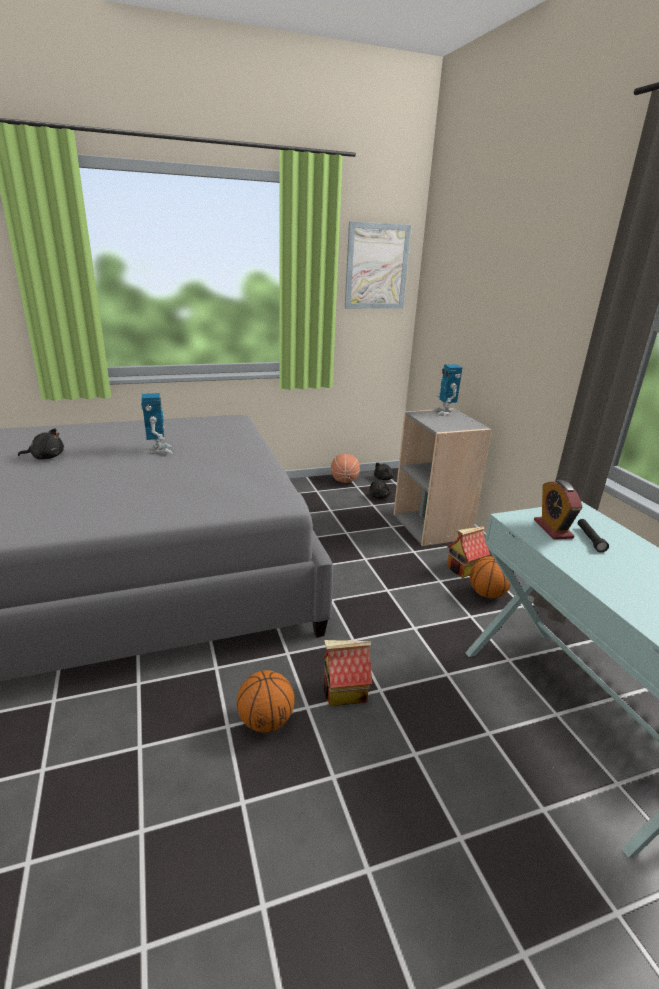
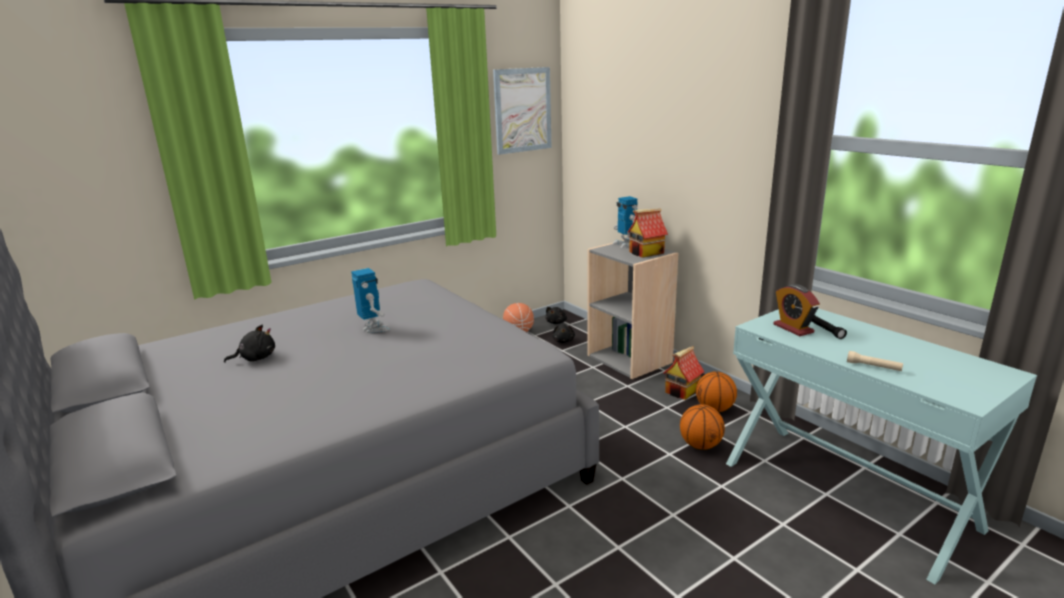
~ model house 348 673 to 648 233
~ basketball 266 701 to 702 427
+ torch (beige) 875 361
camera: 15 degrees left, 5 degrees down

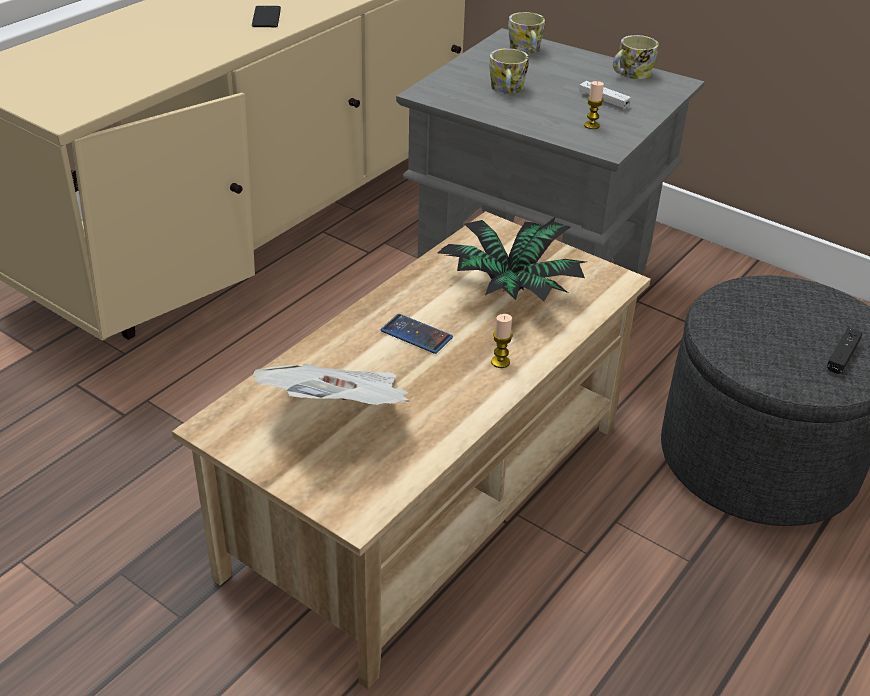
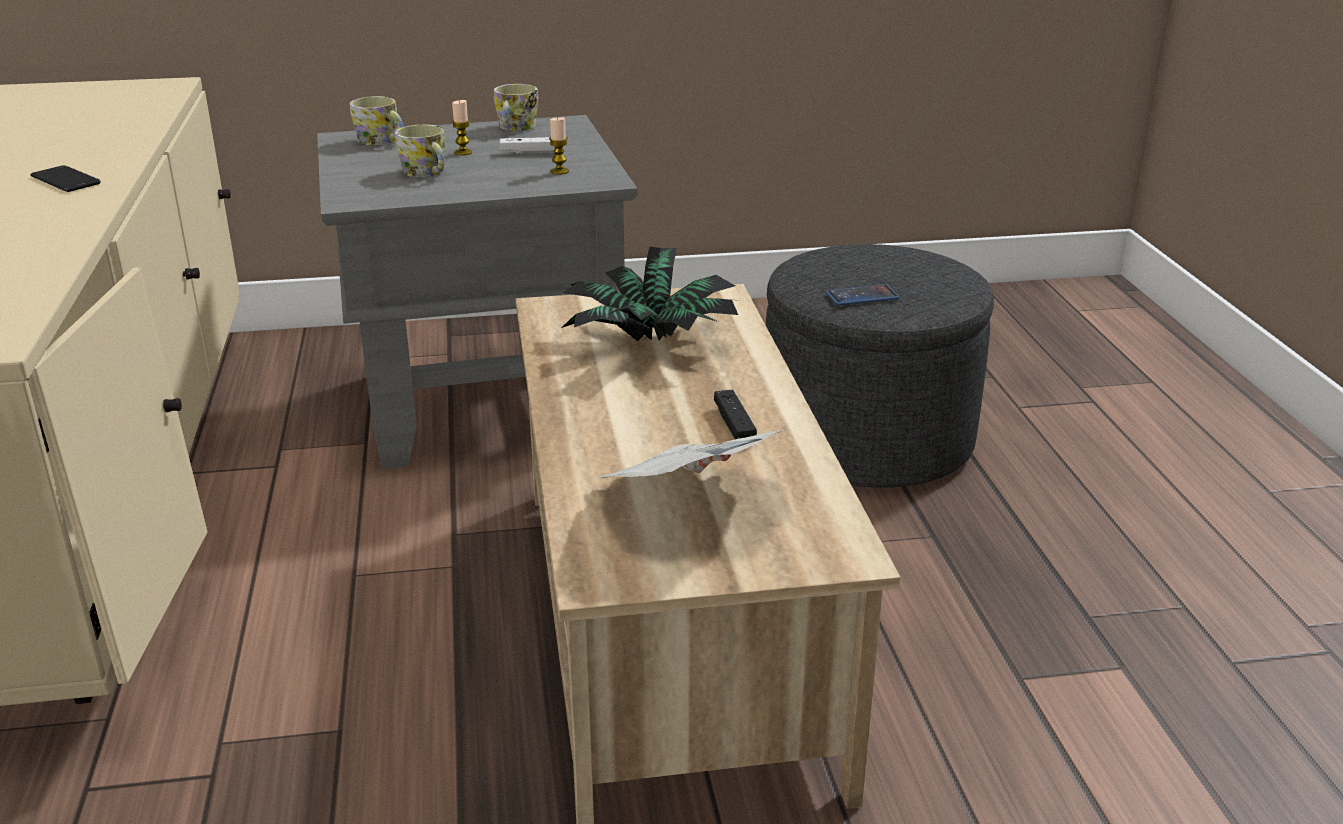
~ handset 417 334 to 862 295
~ candle 502 341 to 462 128
~ game controller (black-coloured) 845 350 to 735 414
camera: 45 degrees left, 10 degrees down

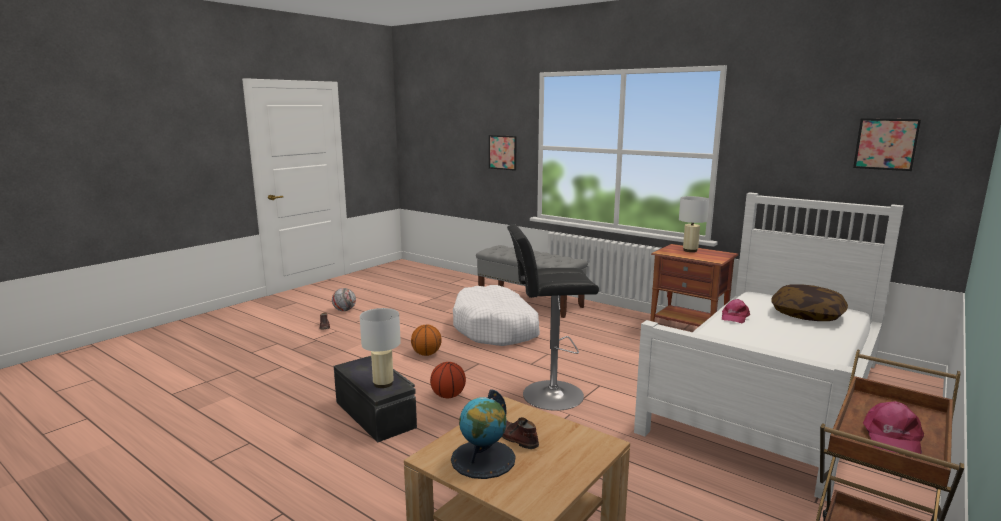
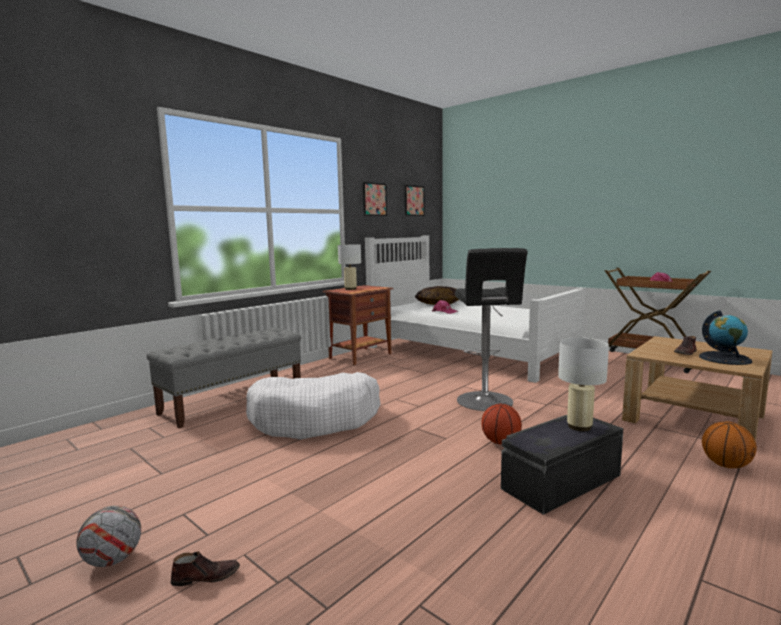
~ picture 502 153 to 375 199
~ basketball 426 340 to 729 445
camera: 85 degrees left, 5 degrees down

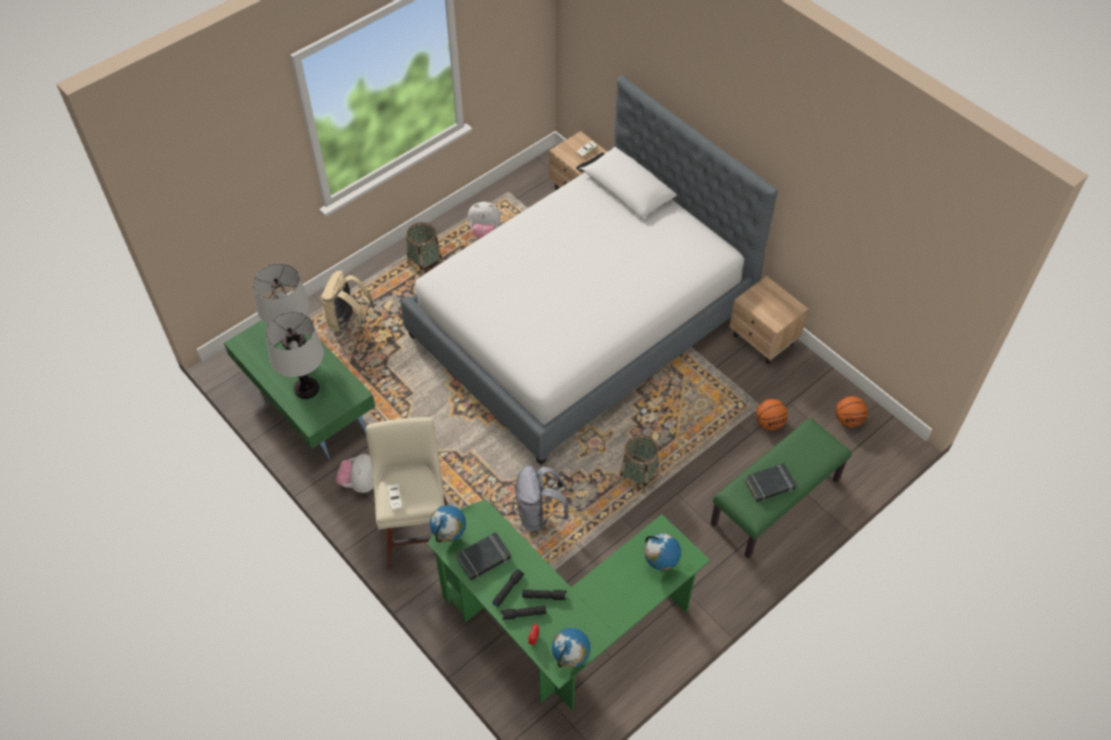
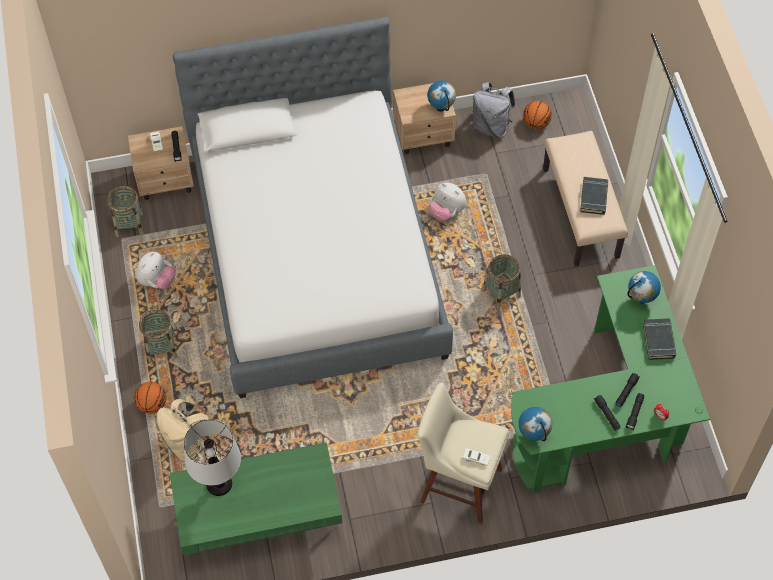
- lamp for a table 294 355
~ basketball 772 414 to 150 398
~ indoor bench (green-coloured) 781 488 to indoor bench (beige) 585 198
~ cuddly toy 355 473 to 447 201
~ knapsack (gray) 542 498 to 494 110
~ bound book (black-coloured) 483 556 to 659 339
~ desk globe 571 648 to 441 96
+ household basket 125 211
camera: 60 degrees left, 5 degrees up

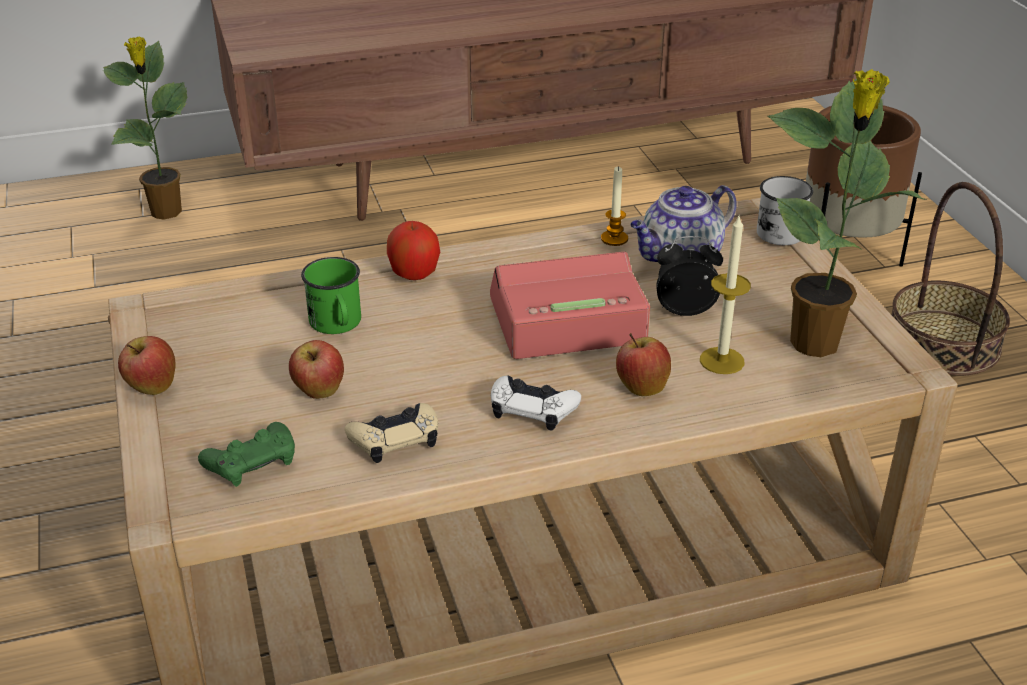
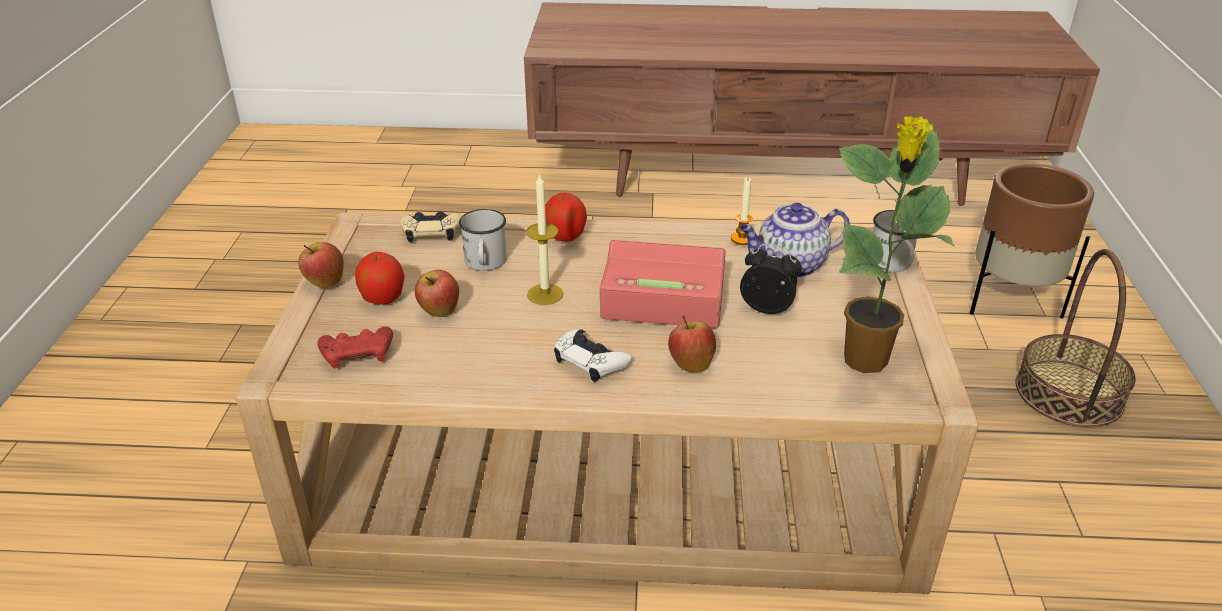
- potted plant 145 128
~ candle 725 295 to 544 239
~ coffee mug (green-coloured) 331 295 to coffee mug (white) 483 240
~ game controller (beige) 391 433 to 431 226
~ game controller (green-coloured) 246 454 to game controller (red) 355 347
+ apple 380 278
camera: 20 degrees right, 0 degrees up

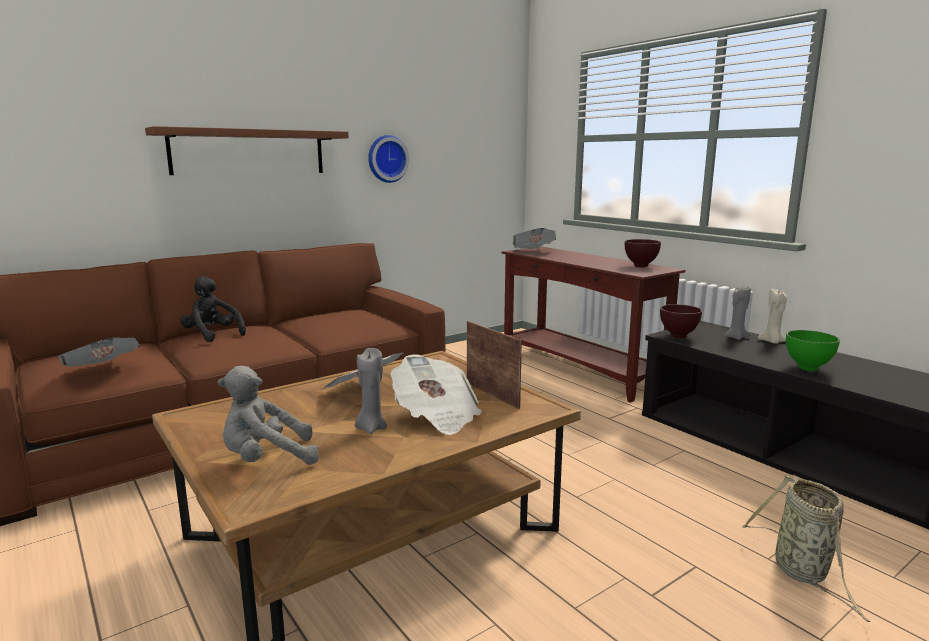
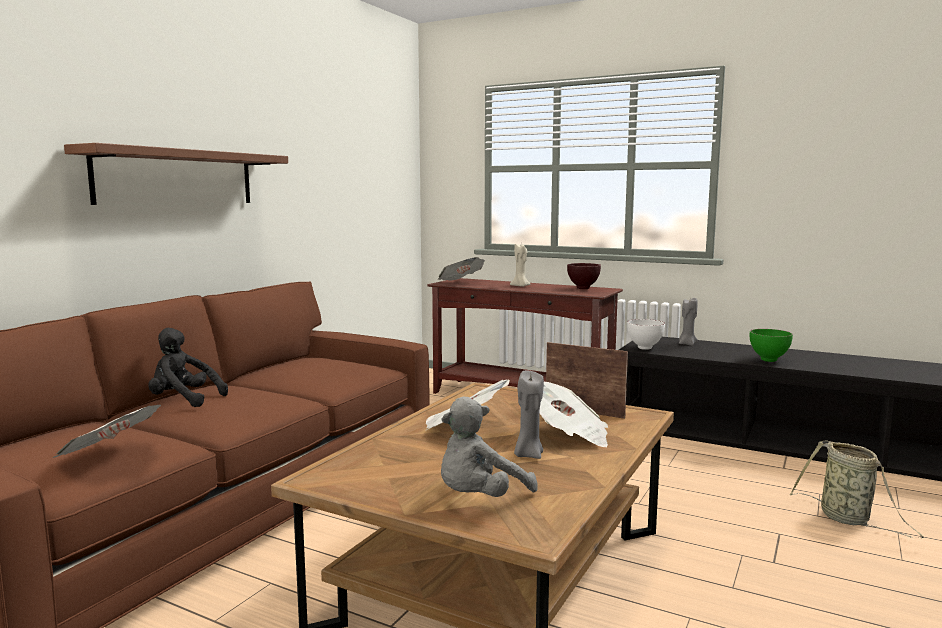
- clock on the wall 388 159
~ candle (beige) 772 316 to 520 265
~ deep dish (brown) 681 321 to deep dish (white) 646 334
camera: 25 degrees left, 5 degrees down

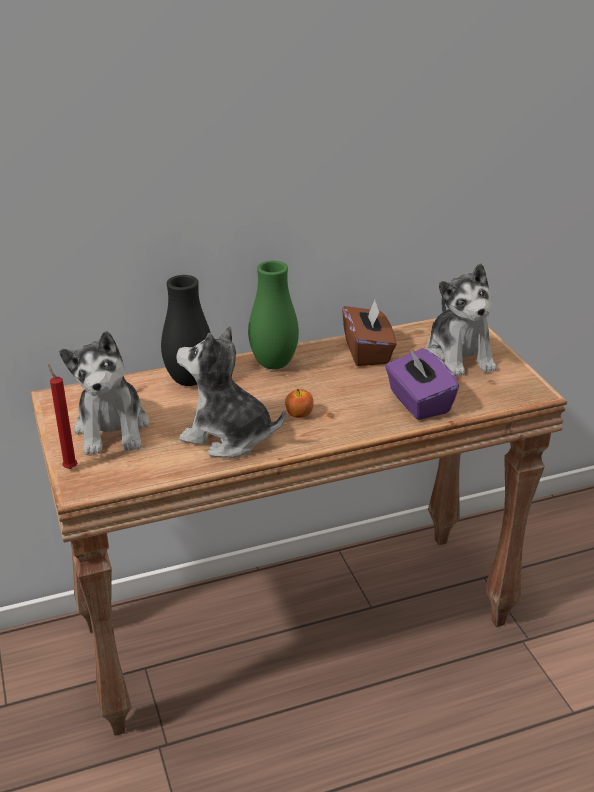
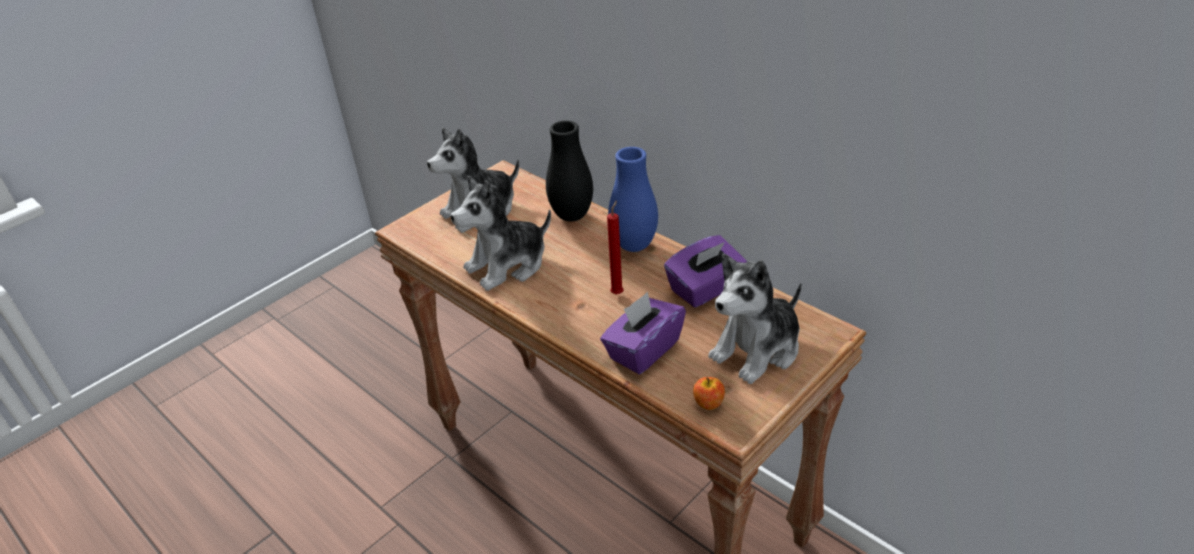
~ flower vase (green-coloured) 273 315 to flower vase (bluish) 633 199
~ tissue box (brown) 369 333 to tissue box (purple-coloured) 705 271
~ cuddly toy 231 392 = 500 233 120 degrees counterclockwise
~ candle (red) 62 416 to 615 247
~ apple 299 403 to 709 393
camera: 65 degrees right, 5 degrees up

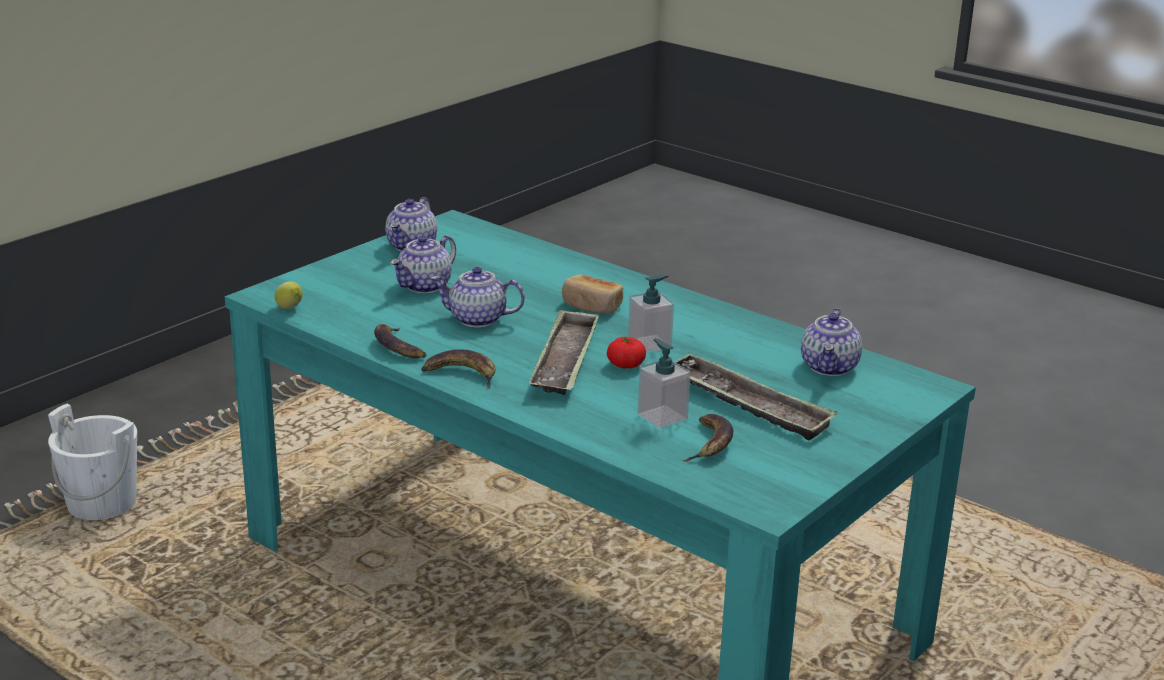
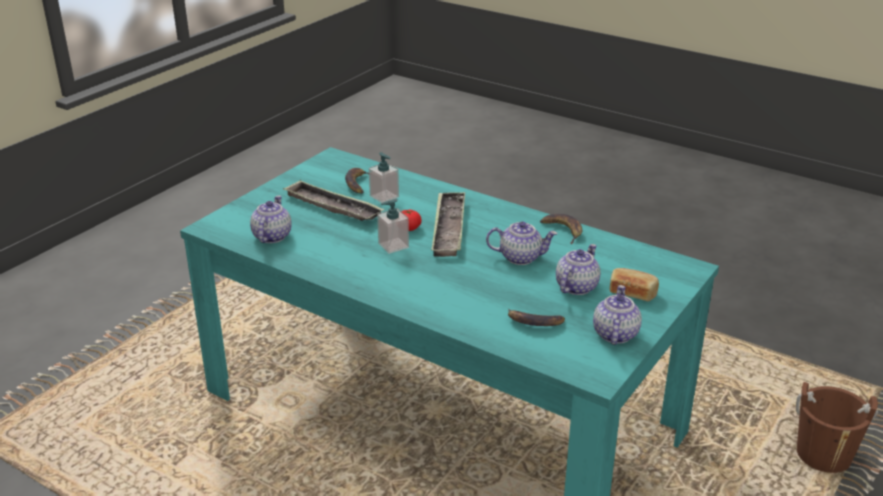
~ bread 592 293 to 634 284
- lemon 289 295
~ banana 458 369 to 536 317
~ pail (white) 92 462 to pail (brown) 837 427
camera: 175 degrees right, 5 degrees up

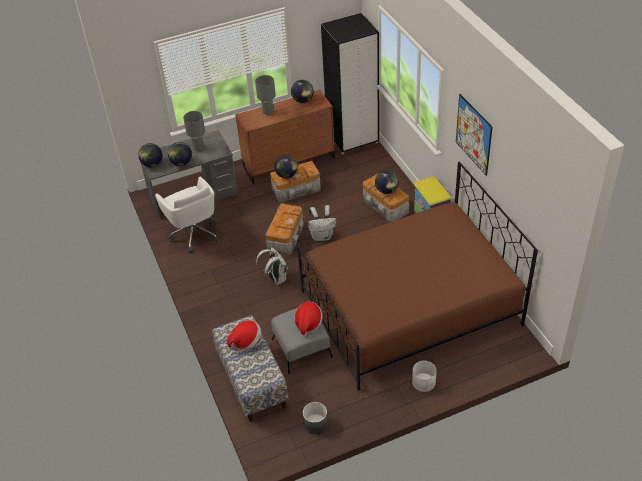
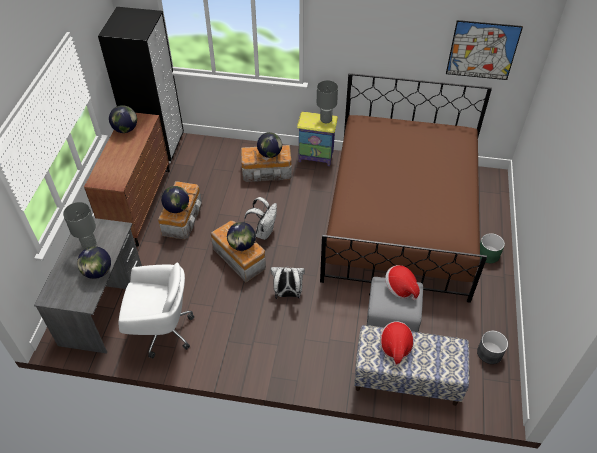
~ lamp for a table (gray) 265 95 to 327 102
~ picture 474 135 to 484 50
~ desk globe 150 155 to 241 236
~ planter (white) 424 376 to planter (green-coloured) 492 248
camera: 60 degrees left, 5 degrees up

